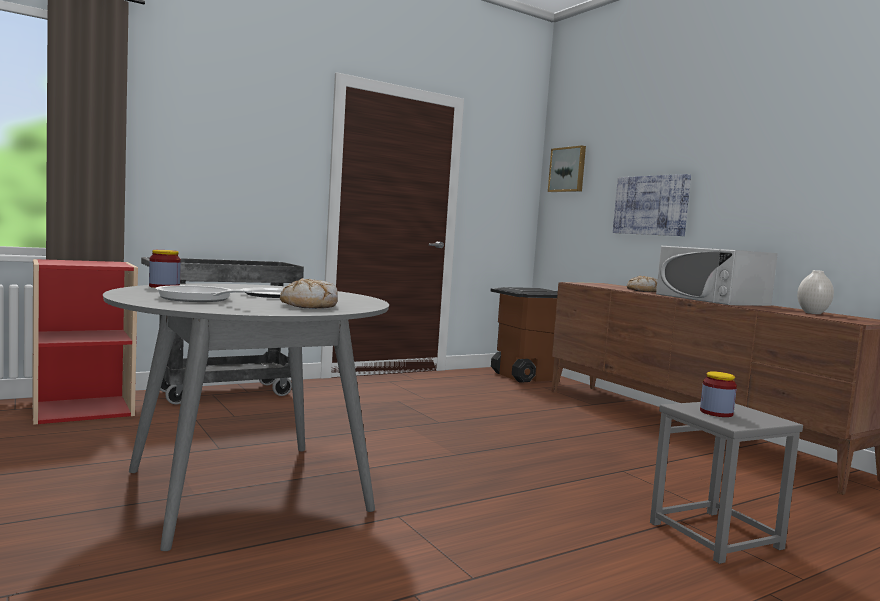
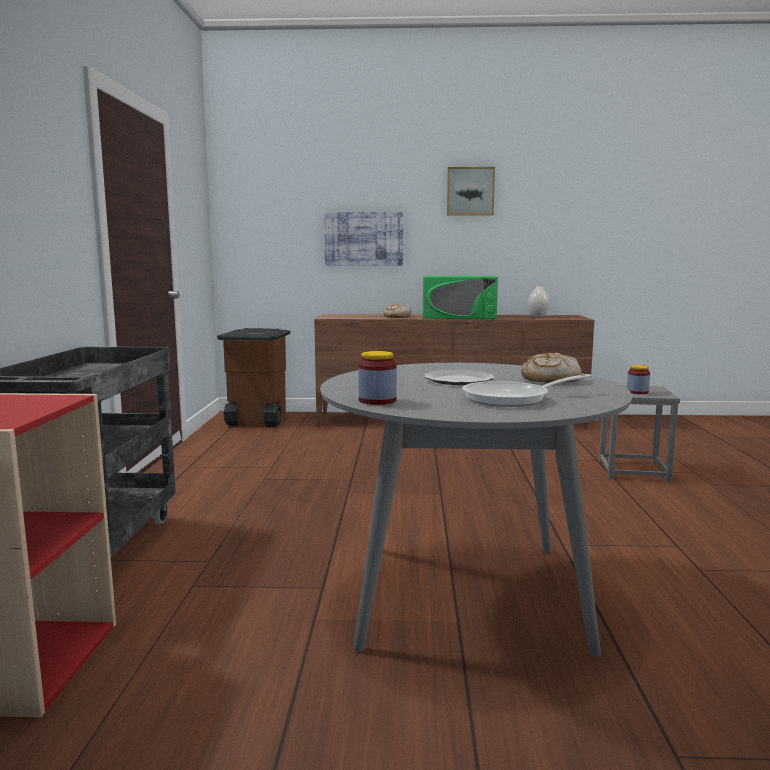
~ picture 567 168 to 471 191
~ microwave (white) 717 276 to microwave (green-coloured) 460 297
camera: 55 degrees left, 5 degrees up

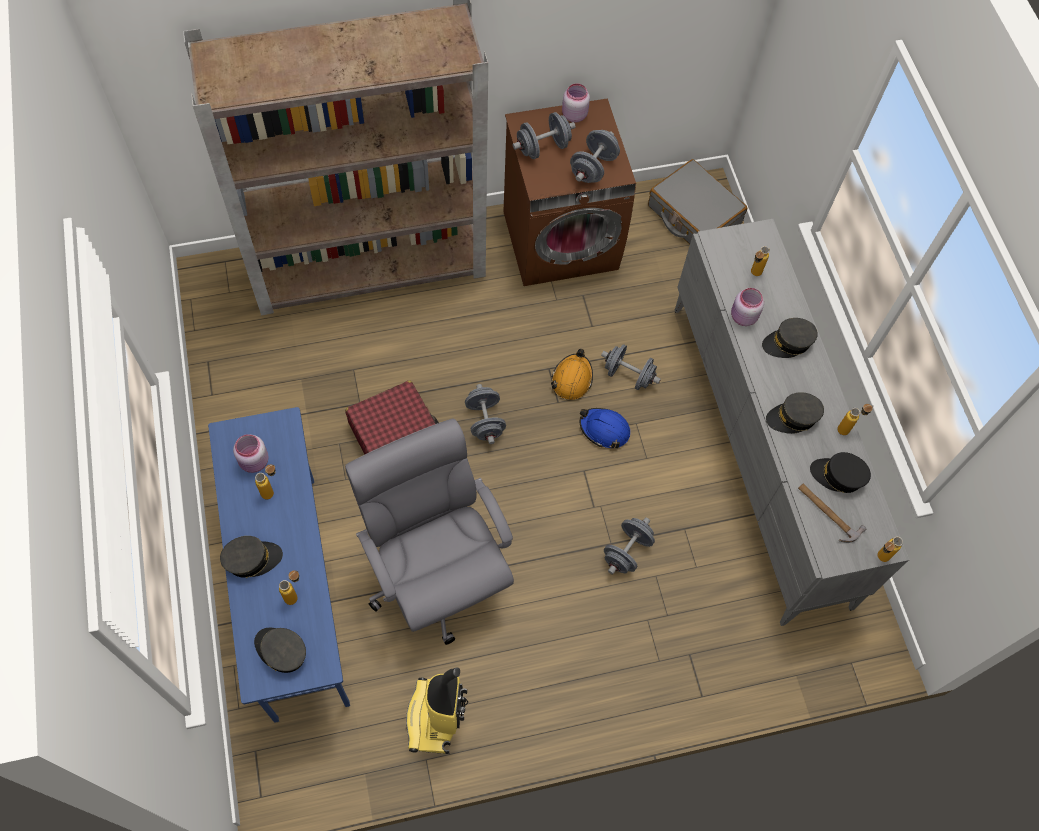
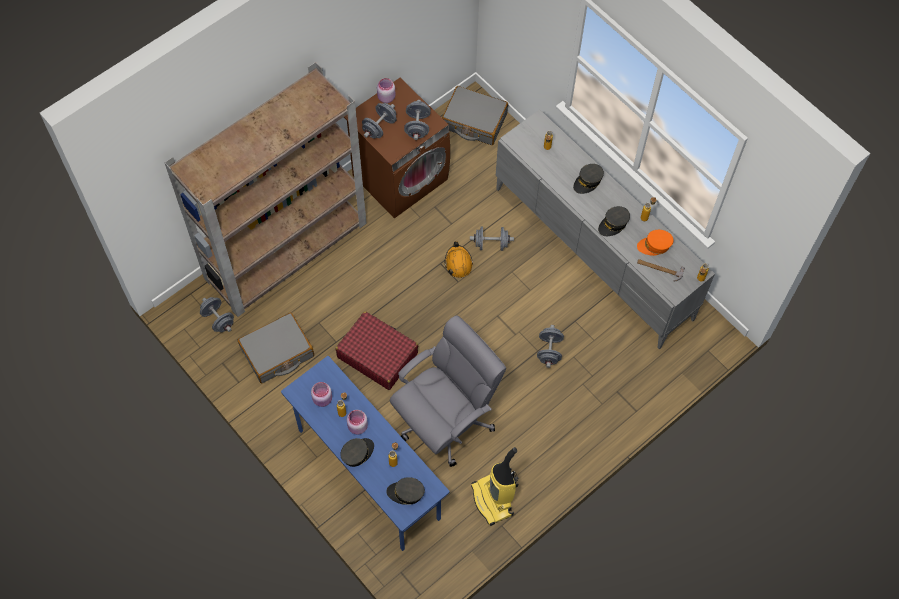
~ storage jar (pinkish) 747 307 to 357 422
~ dumbbell (gray) 485 414 to 217 314
- safety helmet (bluish) 605 428
~ desk chair (gray) 429 531 = 448 391 105 degrees clockwise
~ baseball cap (black-coloured) 840 472 to baseball cap (orange) 655 243
+ travel case (gray) 275 347
camera: 25 degrees left, 0 degrees up

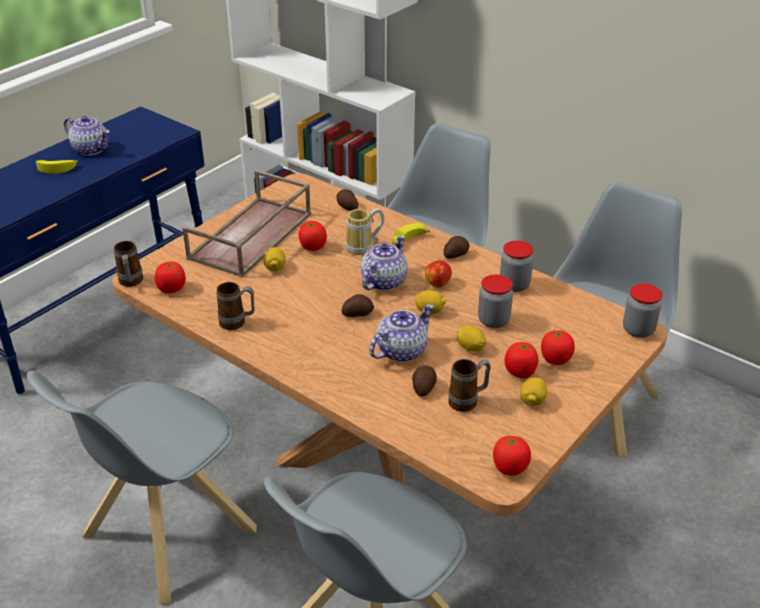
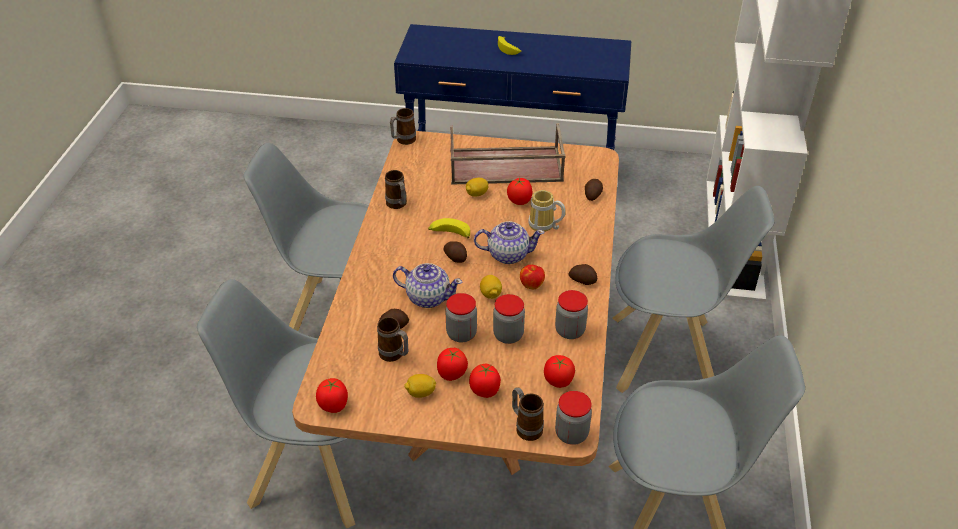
- pot for tea 87 136
~ banana 411 234 to 449 228
~ whole tomato 170 277 to 559 371
~ lemon 471 338 to storage jar 461 317
+ coffee mug 528 414
camera: 60 degrees right, 5 degrees up

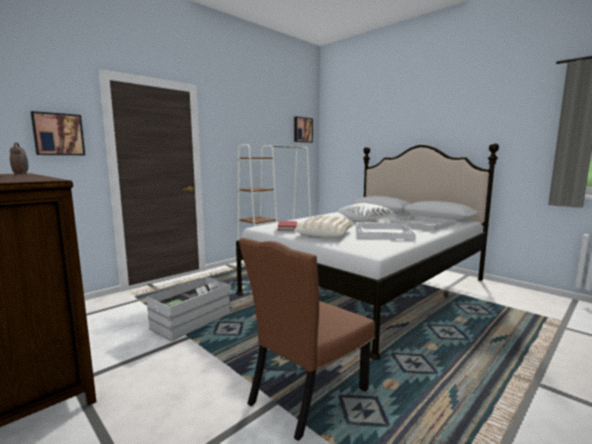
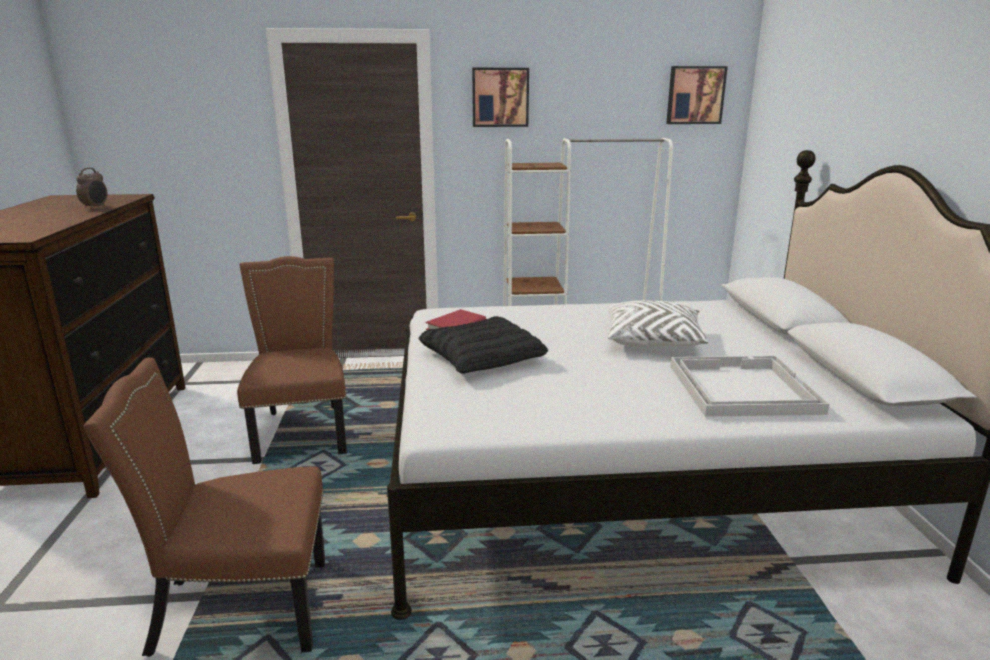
~ picture 58 133 to 500 97
~ throw pillow (beige) 323 226 to throw pillow (black-coloured) 483 345
- serving tray (white) 386 230
~ storage container (gray) 189 309 to chair (brown) 292 360
camera: 40 degrees right, 10 degrees up

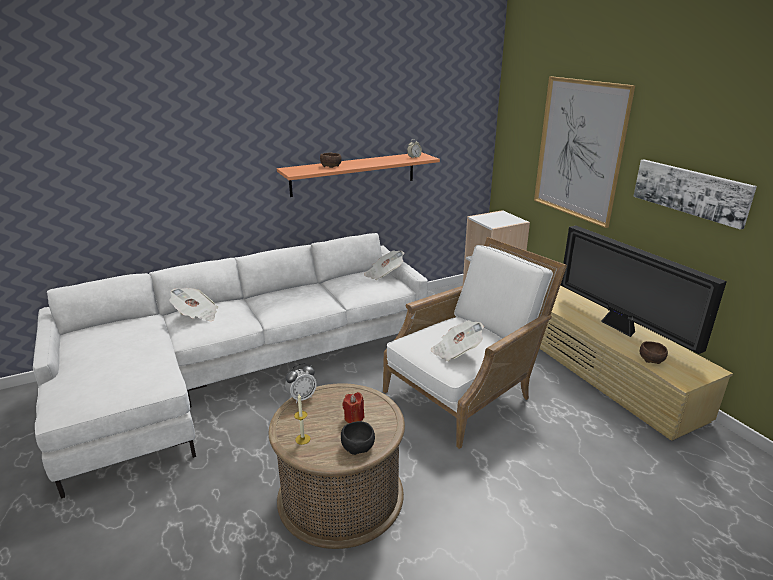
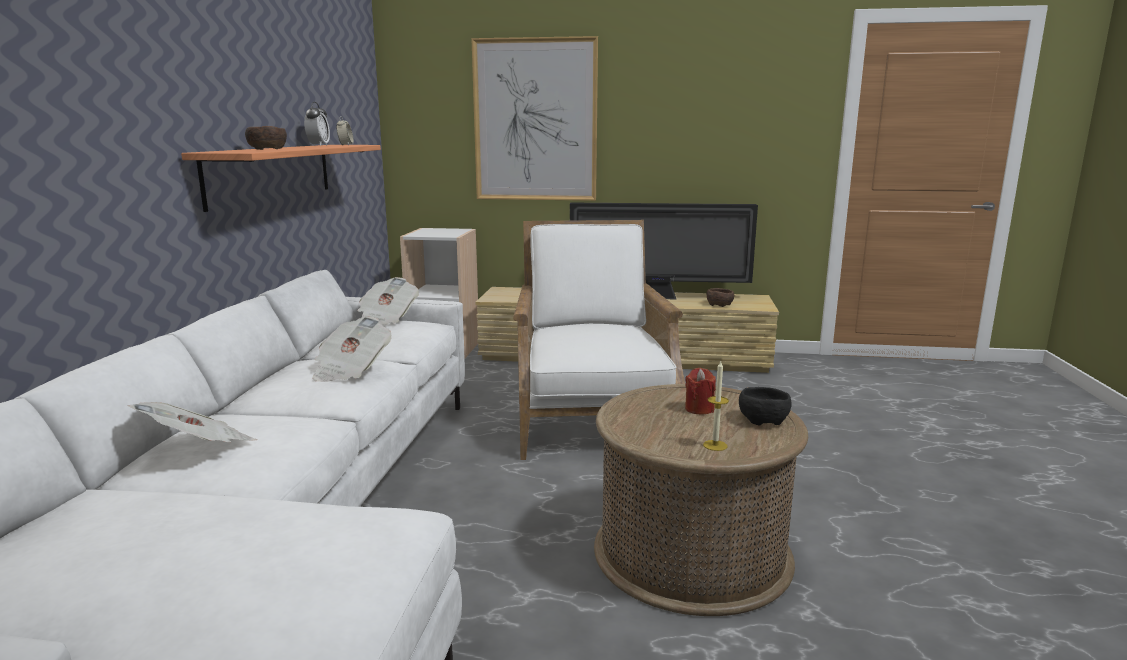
- picture 695 195
~ printed paper 457 340 to 351 349
~ alarm clock 301 383 to 317 124
camera: 55 degrees left, 10 degrees down

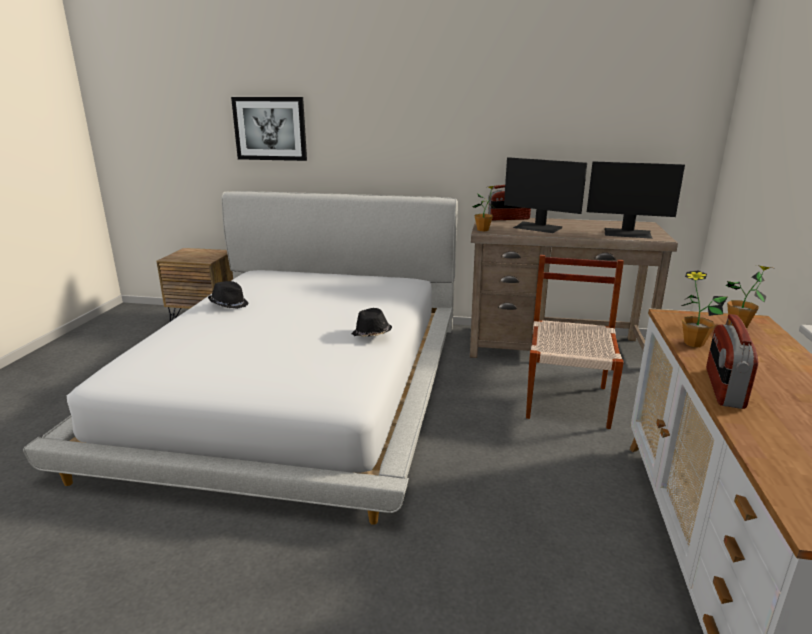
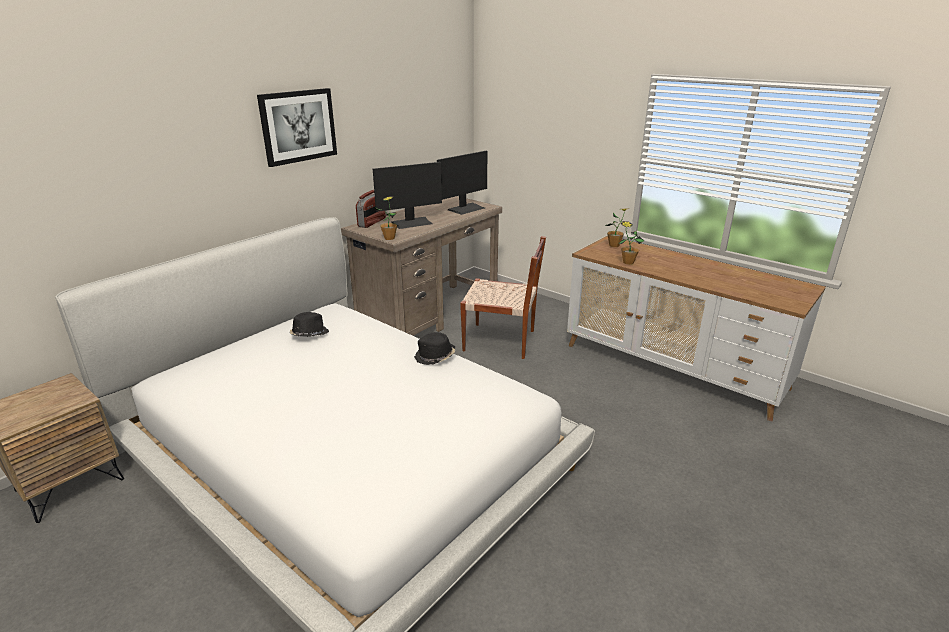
~ picture 269 129 to 297 127
~ chair 575 342 = 503 297 150 degrees clockwise
~ hat (black-coloured) 228 295 to 309 324
- radio receiver 732 361
camera: 60 degrees left, 5 degrees up

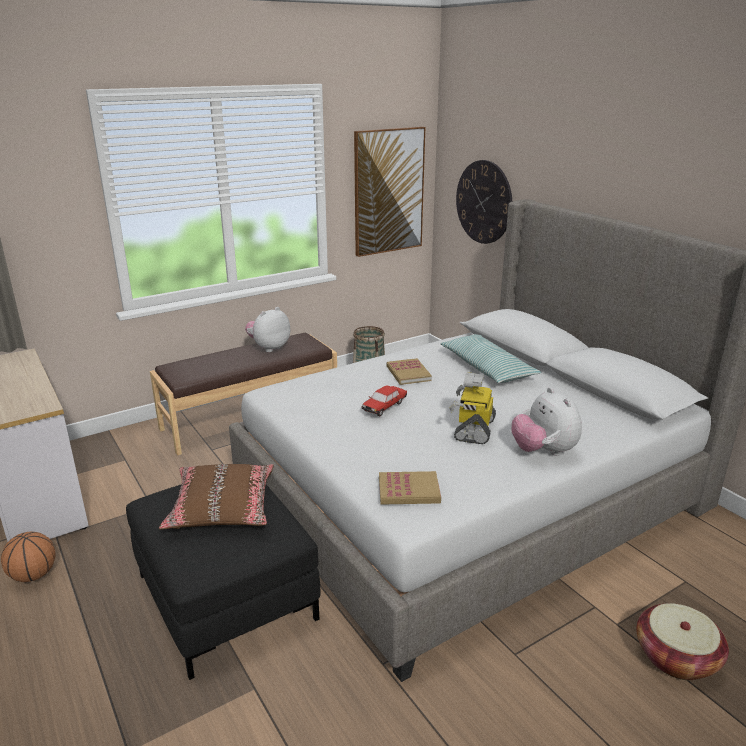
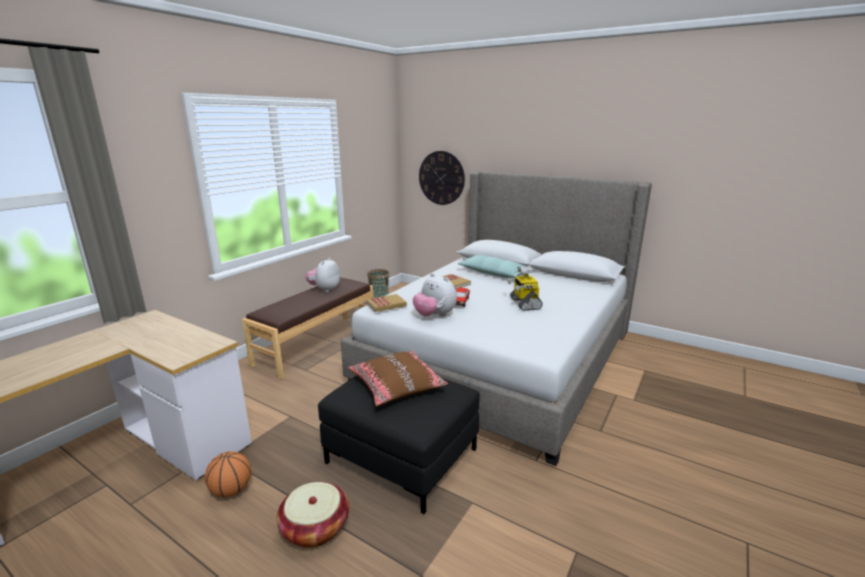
- picture 389 192
~ cuddly toy 546 421 to 435 295
~ bound book 410 488 to 386 303
~ household basket 682 641 to 313 515
camera: 25 degrees left, 5 degrees down

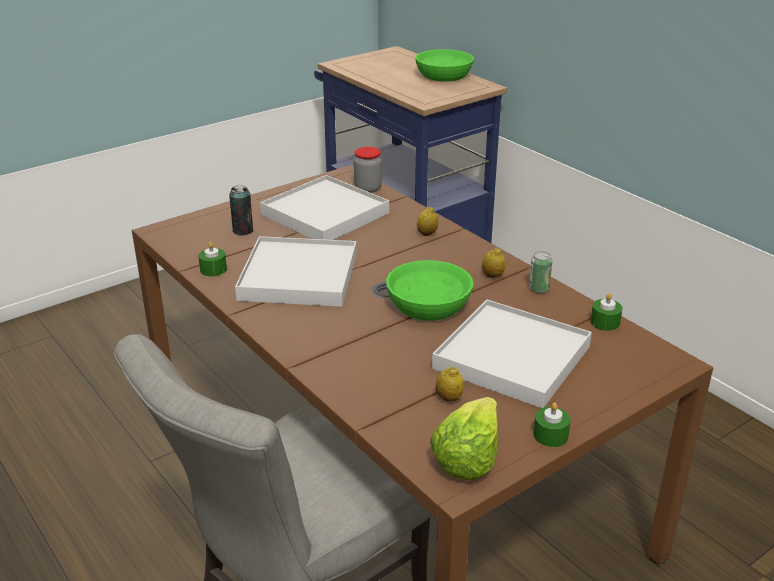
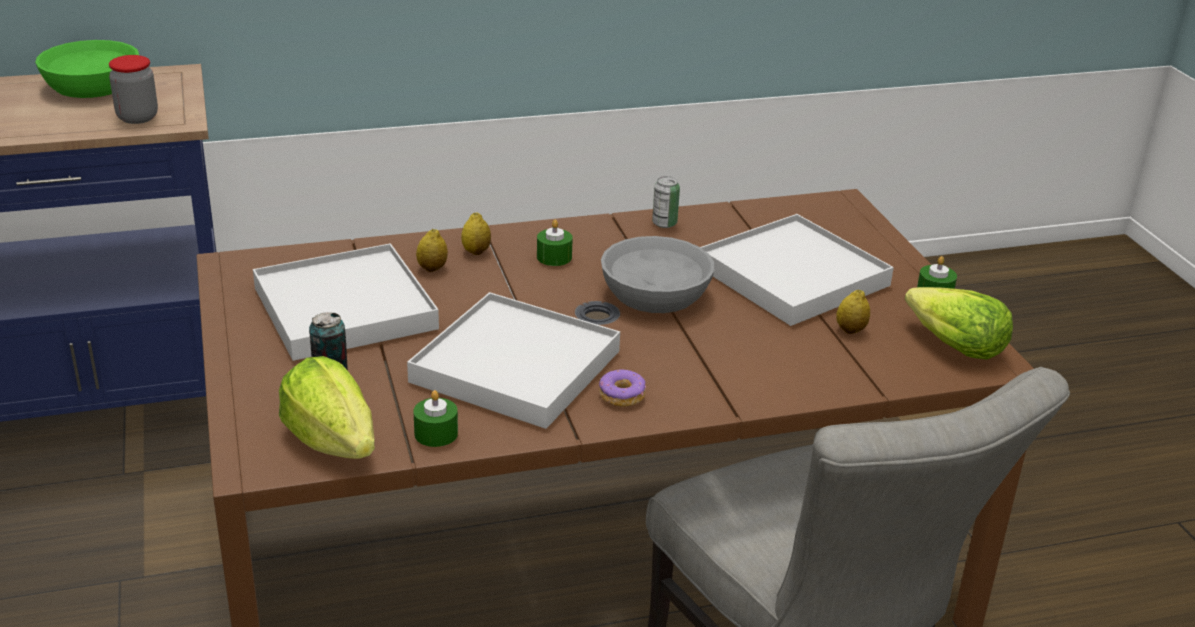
~ storage jar 368 170 to 133 89
~ lemon 493 263 to 432 250
~ deep dish (green-coloured) 429 290 to deep dish (gray) 657 274
~ candle (green-coloured) 606 312 to 555 242
+ lettuce 327 407
+ donut 622 388
camera: 70 degrees left, 0 degrees up

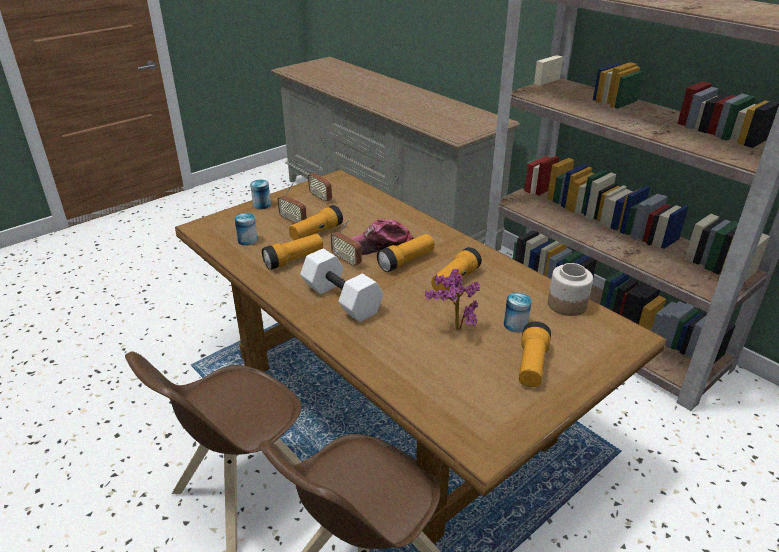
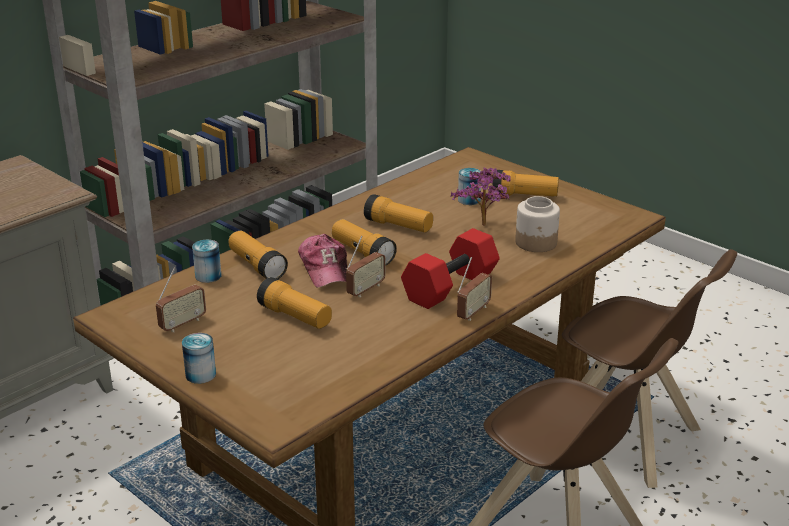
~ radio receiver 292 202 to 474 289
~ sealed can 246 229 to 206 261
~ torch 292 252 to 258 255
~ dumbbell (white) 341 285 to dumbbell (red) 450 268
~ storage jar 570 289 to 537 224
camera: 95 degrees left, 5 degrees down

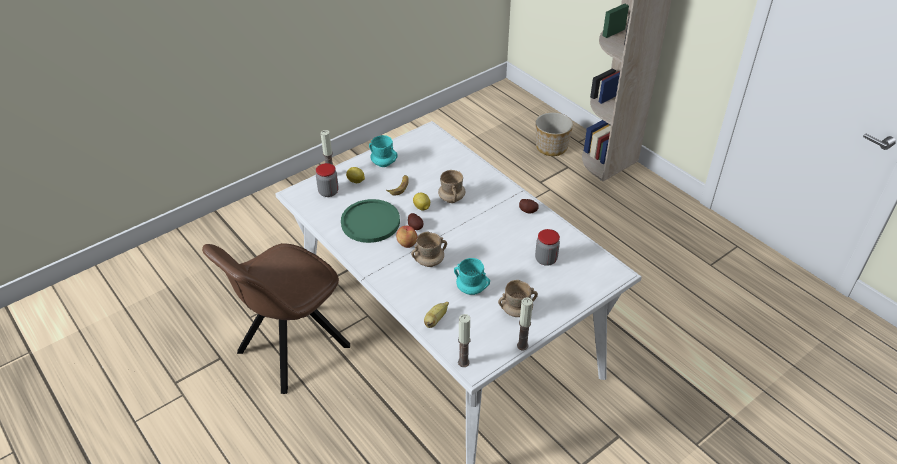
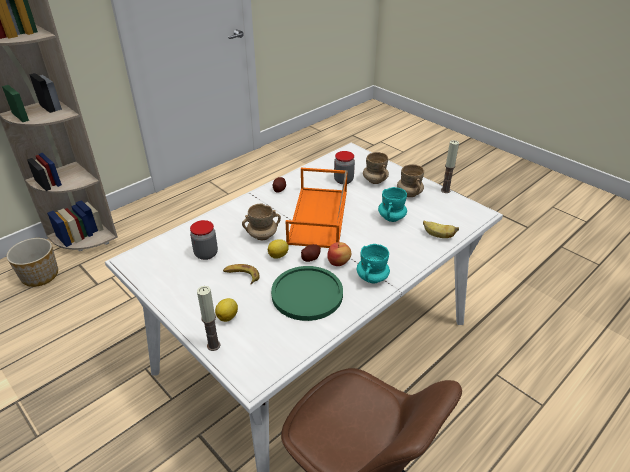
~ coffee mug (blue-green) 383 151 to 373 263
~ storage jar 327 180 to 204 240
~ coffee mug (beige) 429 249 to 376 168
- candle 464 340
+ serving tray (orange) 317 208
camera: 95 degrees left, 5 degrees down

